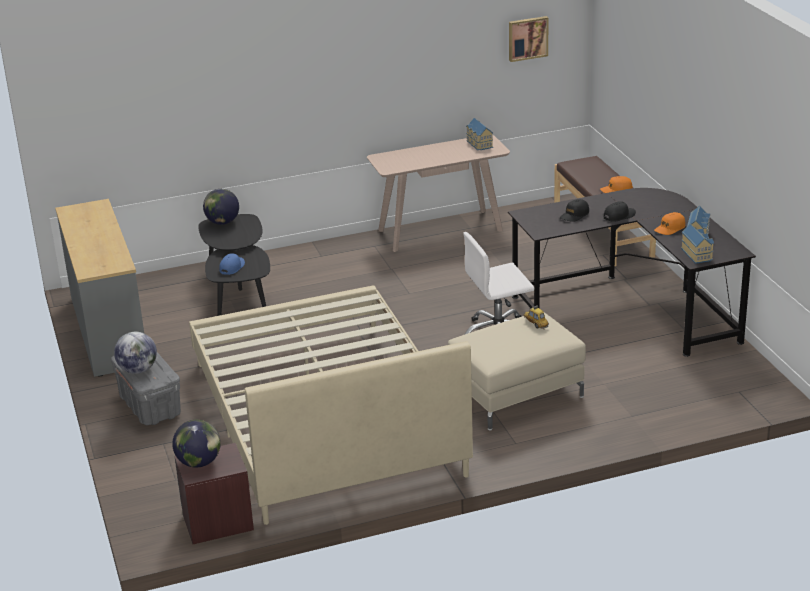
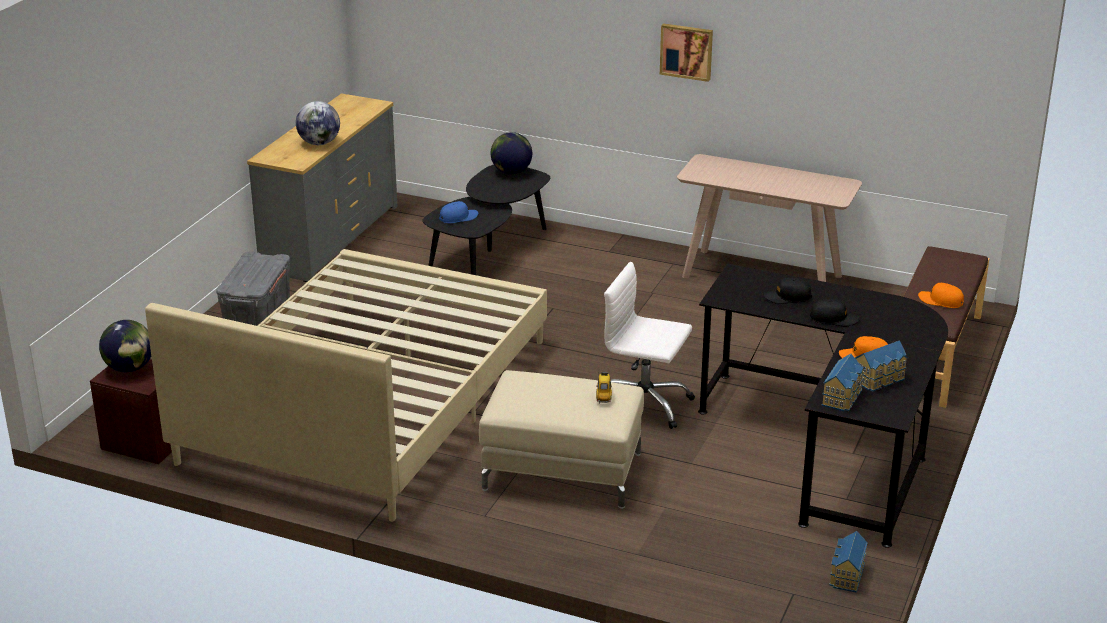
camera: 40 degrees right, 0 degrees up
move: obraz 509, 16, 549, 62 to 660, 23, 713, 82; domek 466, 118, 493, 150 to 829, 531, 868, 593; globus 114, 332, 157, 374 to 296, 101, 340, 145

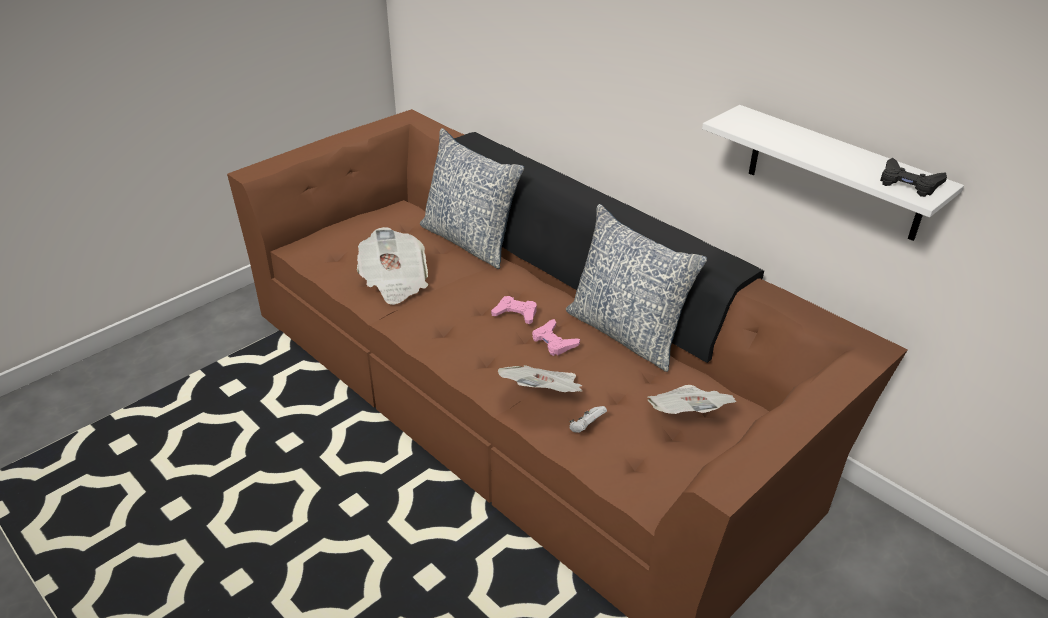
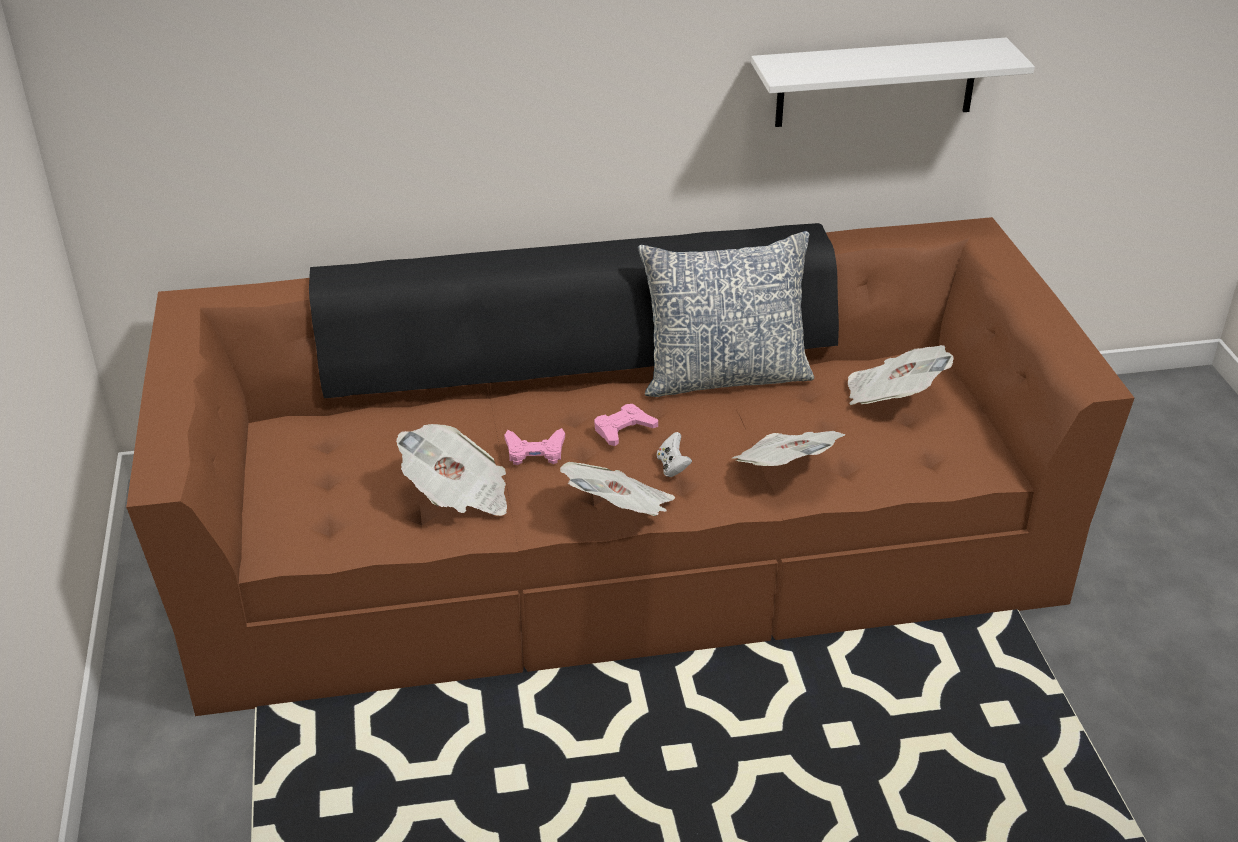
camera: 55 degrees left, 0 degrees up
delete: poduszka 420, 128, 524, 269; pad do gier [czarny] 880, 158, 947, 197
insert: gazeta 560, 462, 675, 516
move: pad do gier [różowy] 532, 319, 580, 356 to 504, 428, 565, 465; pad do gier [biały] 570, 406, 607, 433 to 657, 432, 692, 477

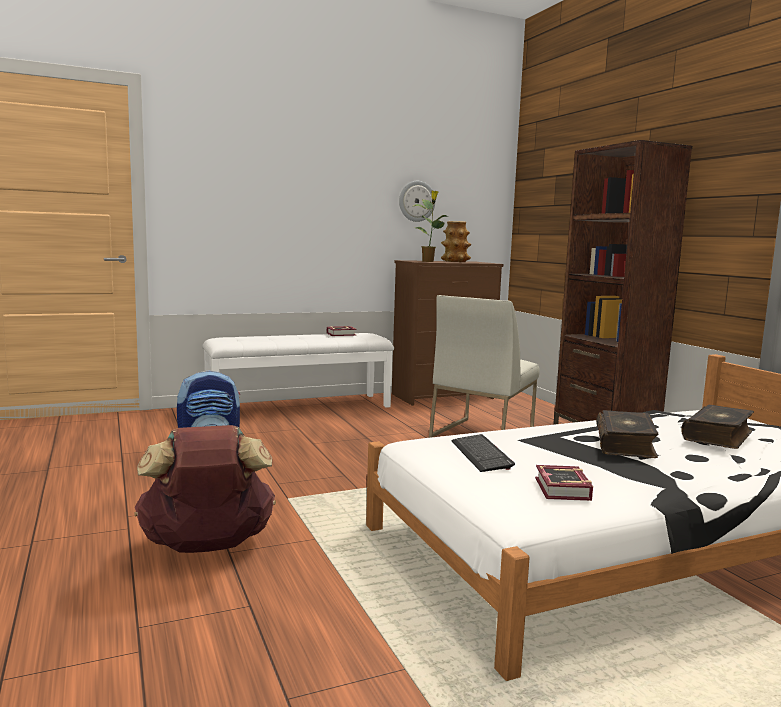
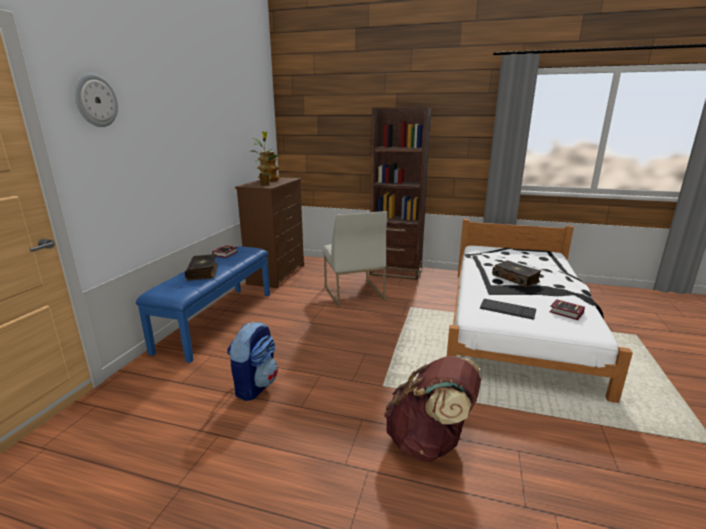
camera: 50 degrees left, 10 degrees up
move: zegar ścienny 399, 181, 435, 222 to 74, 73, 118, 127; książka 681, 405, 754, 449 to 185, 254, 218, 281
recolor: ławka [biały] 202, 333, 394, 408 to ławka [niebieski] 136, 246, 270, 363

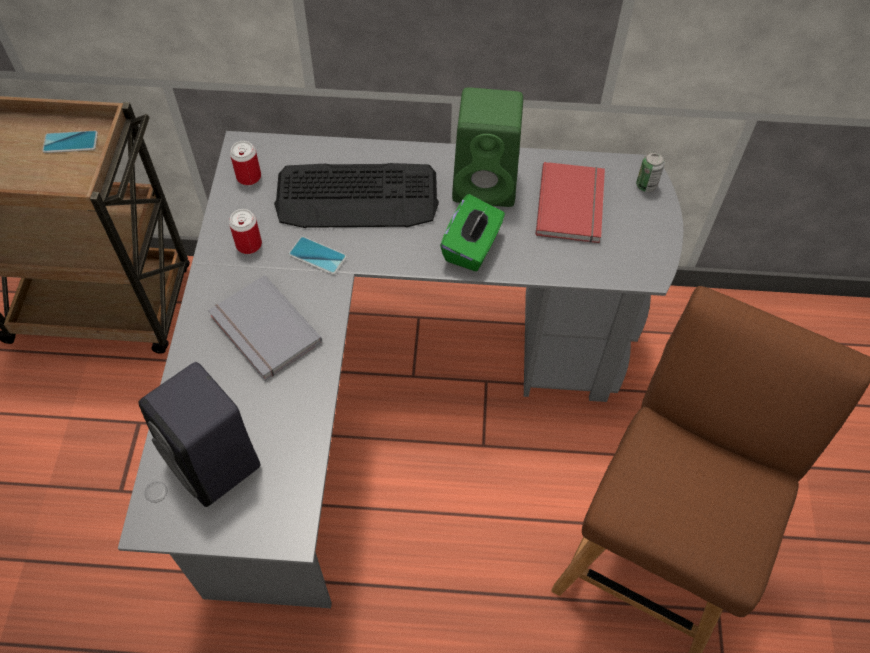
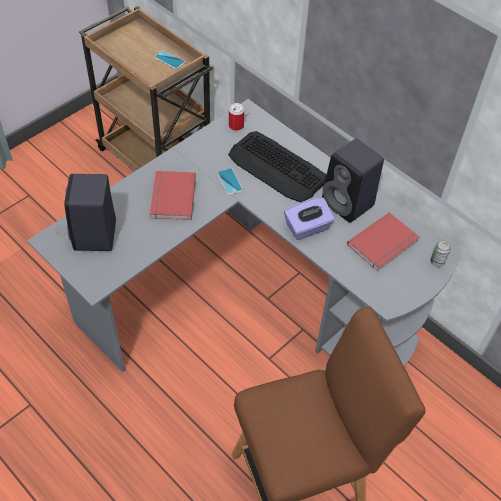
camera: 40 degrees right, 5 degrees down
delete: puszka 229, 209, 262, 254
recolor: głośnik [zielony] 452, 87, 523, 207 to głośnik [czarny] 322, 139, 384, 223; pudełko chusteczek [zielony] 440, 194, 505, 271 to pudełko chusteczek [fioletowy] 284, 197, 335, 240; książka [szary] 208, 275, 322, 380 to książka [czerwony] 150, 171, 196, 220

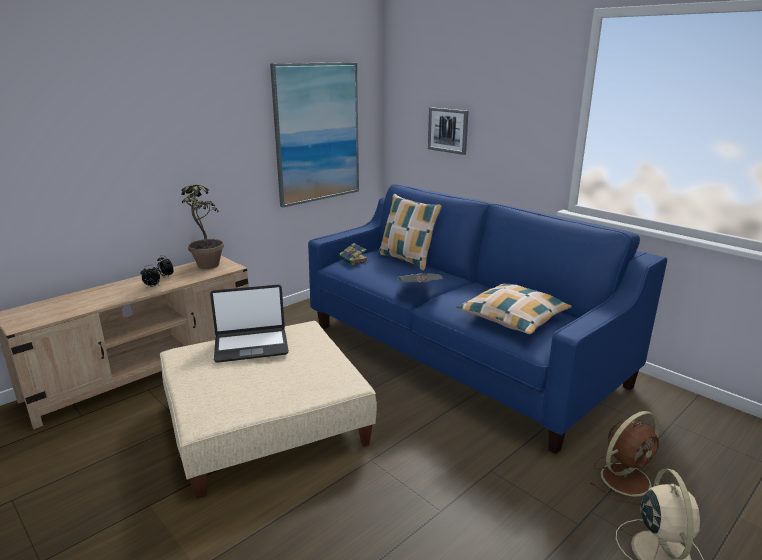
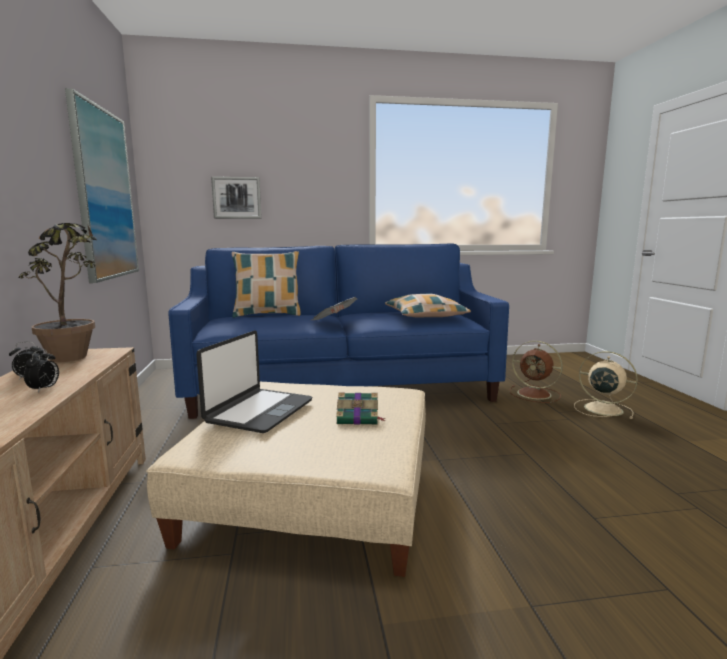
camera: 55 degrees left, 10 degrees down
move: książka 339, 243, 368, 265 to 336, 392, 386, 425
rotate: wentylator [brązowy] 590, 411, 664, 505 = 510, 341, 562, 403 120 degrees clockwise

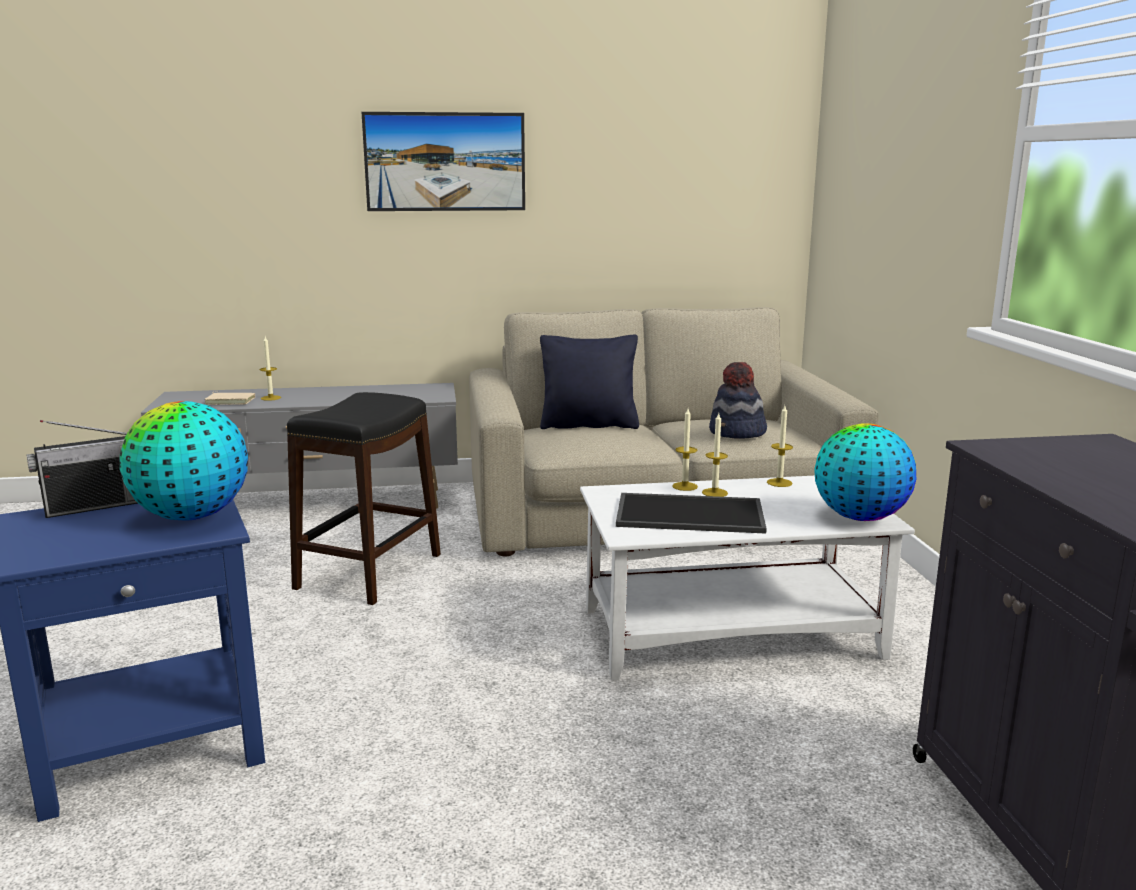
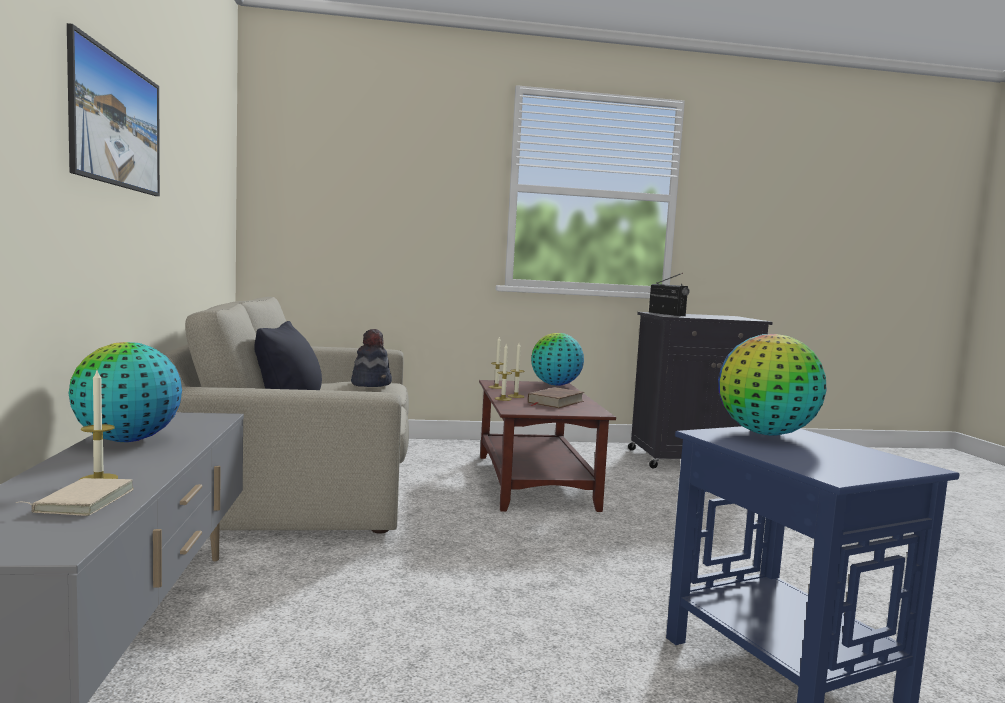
camera: 90 degrees left, 10 degrees down
delete: stołek [czarny] 287, 392, 441, 605
insert: globus 69, 342, 182, 442
move: radio 26, 420, 138, 518 to 649, 273, 690, 316
replace: taca 616, 493, 767, 534 to książka [brązowy] 528, 387, 584, 408
recolor: ława [biały] 580, 476, 915, 681 to ława [brązowy] 479, 380, 616, 512

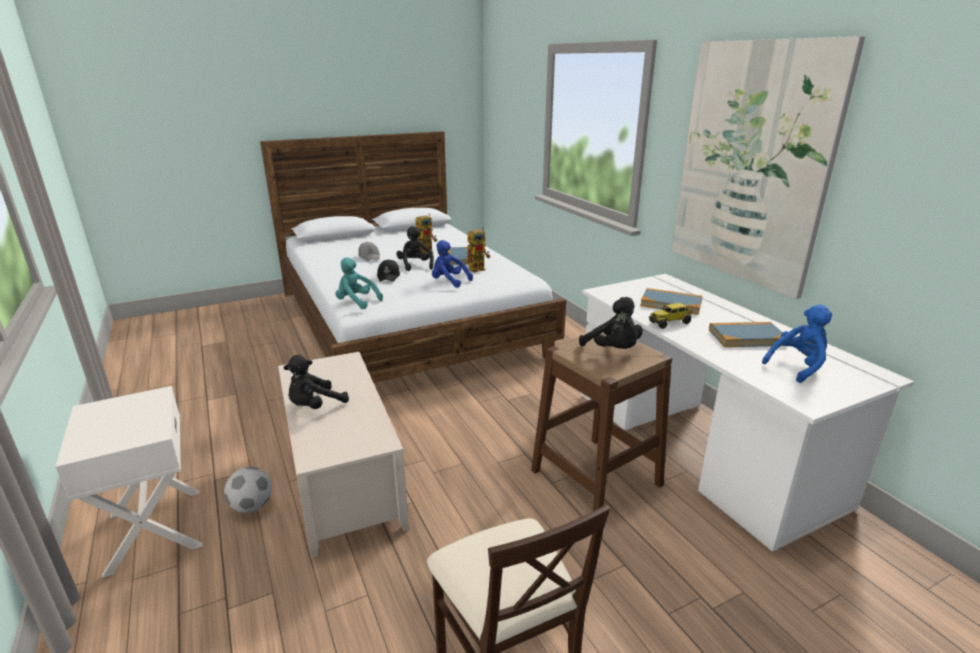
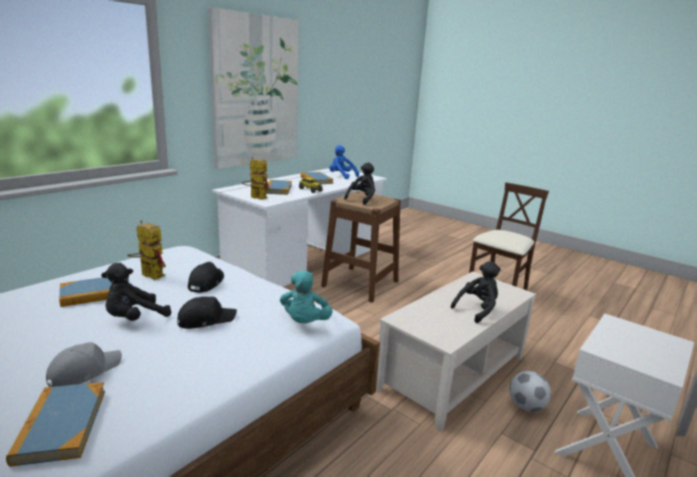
camera: 115 degrees left, 5 degrees down
insert: książka 6, 382, 105, 467
move: robot zabawkowy 415, 214, 437, 254 to 242, 157, 270, 200
replace: pluszak [niebieski] 432, 240, 473, 288 to czapka z daszkiem [czarny] 188, 262, 224, 293
rotate: pluszak [czarny] 284, 355, 349, 409 = 450, 261, 501, 323 60 degrees counterclockwise

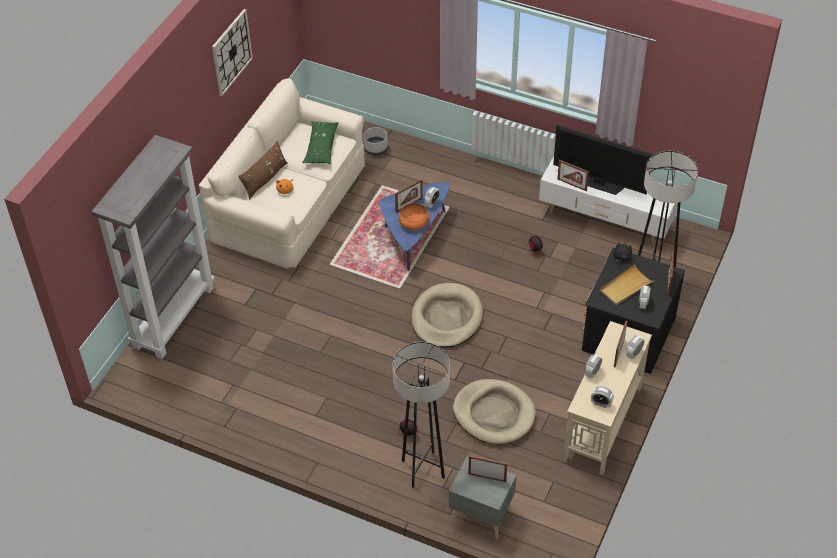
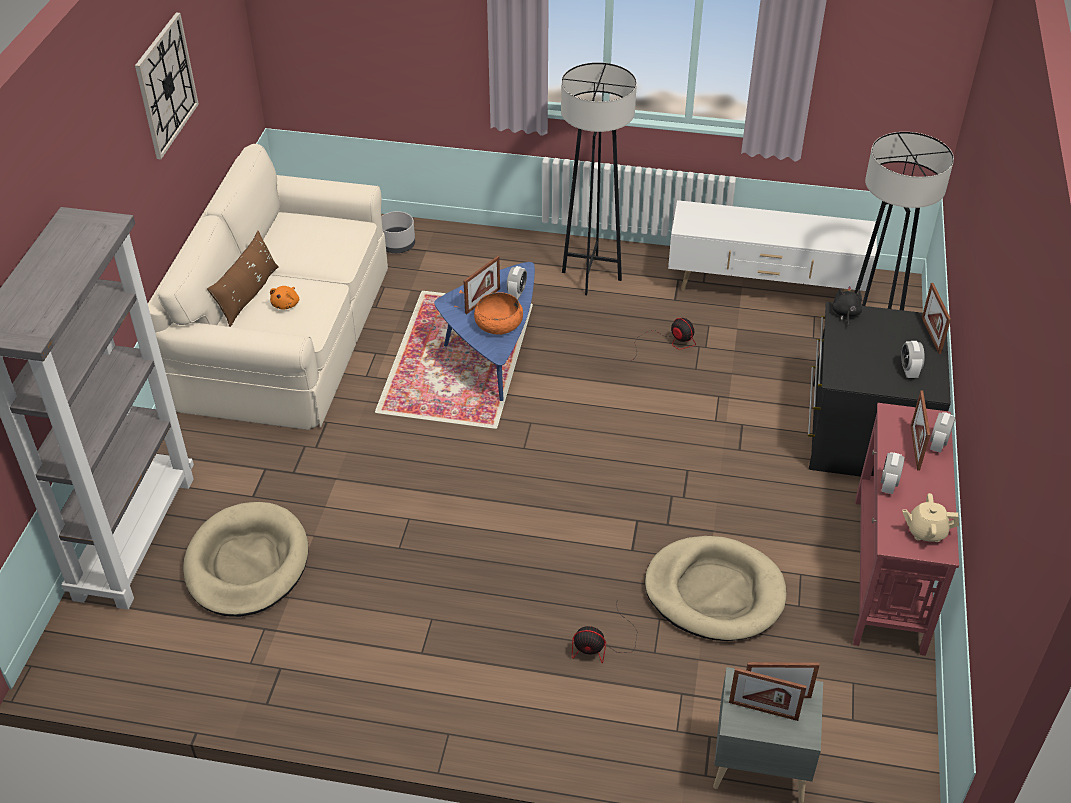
camera: 15 degrees left, 5 degrees down
delete: poduszka [zielony] 302, 121, 339, 164; telewizor 553, 125, 653, 195; taca [beżowy] 600, 265, 653, 305
move: ramka na zdjęcie 557, 160, 589, 191 to 729, 668, 807, 721; legowisko [beżowy] 411, 283, 483, 348 to 183, 502, 309, 617; lampa stojąca [szary] 393, 342, 450, 488 to 561, 62, 637, 295
replace: budzik 591, 386, 614, 408 to imbryk [beżowy] 902, 493, 959, 542
recolor: stolik konsolowy [beżowy] 563, 321, 652, 475 to stolik konsolowy [czerwony] 853, 403, 959, 656

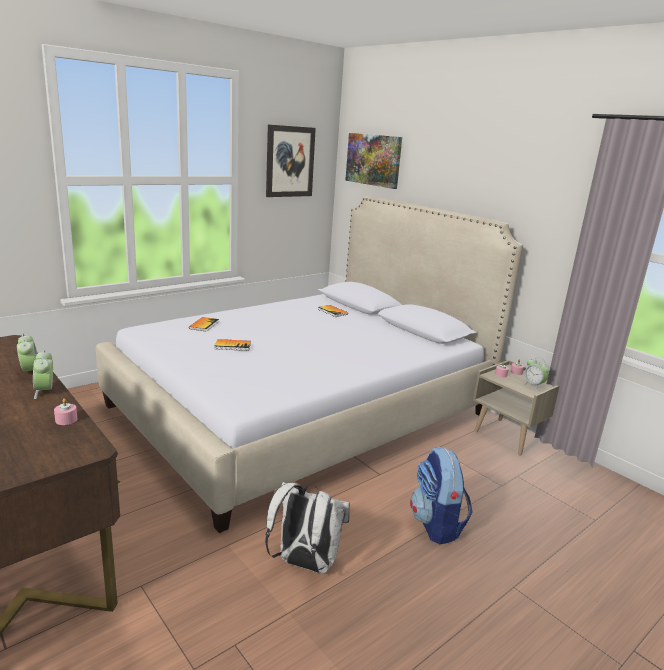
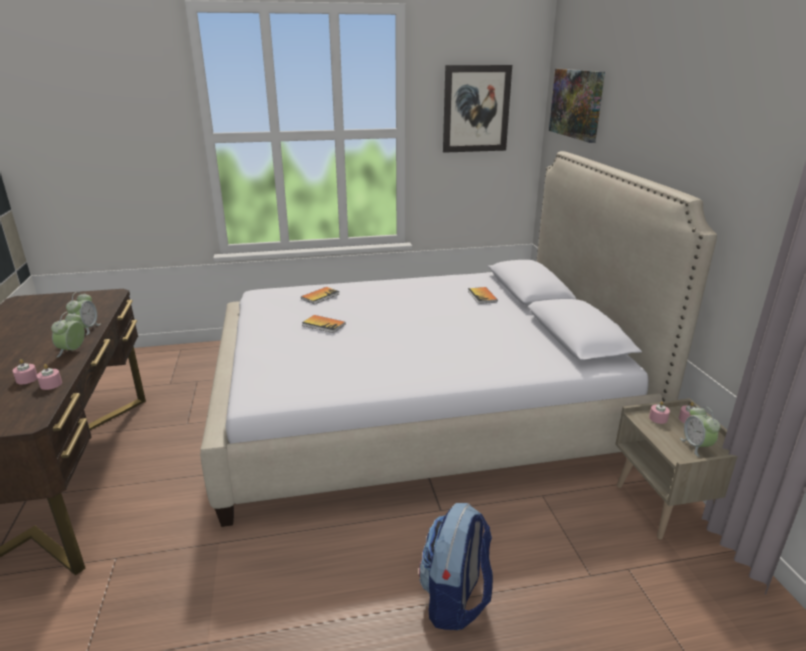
camera: 30 degrees right, 5 degrees up
delete: plecak [biały] 265, 482, 350, 573
insert: świeca [różowy] 12, 359, 37, 384

